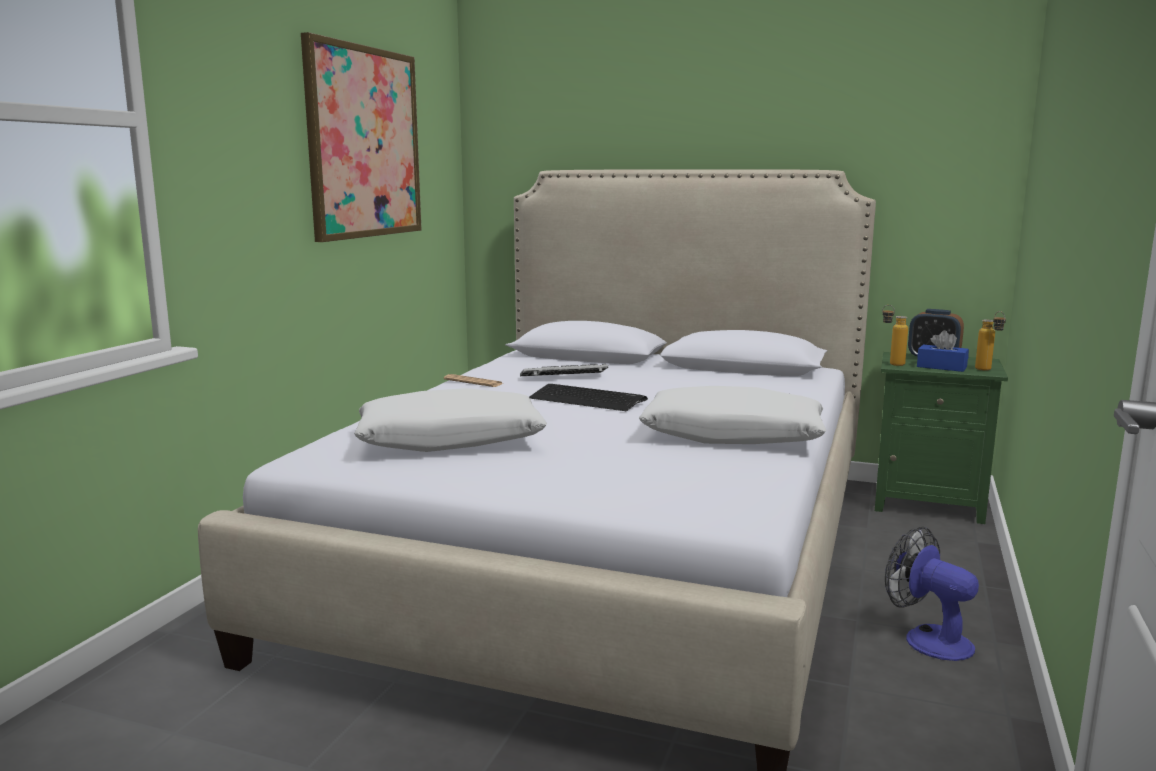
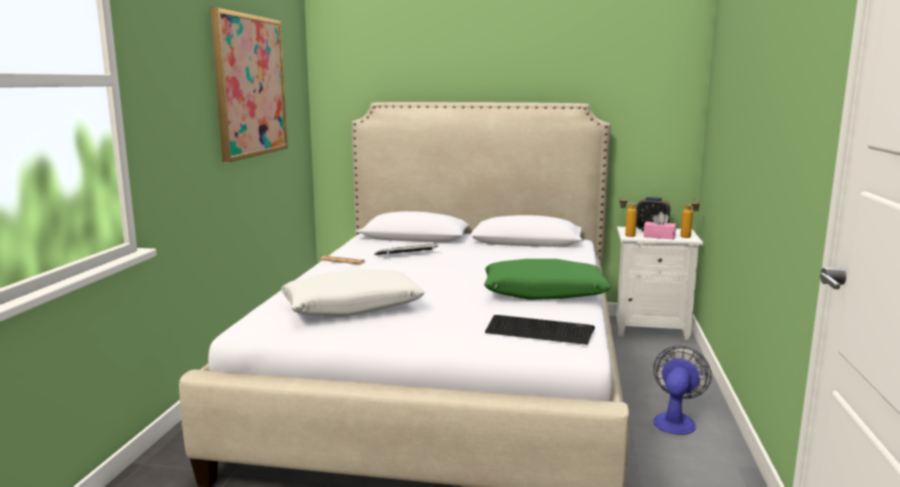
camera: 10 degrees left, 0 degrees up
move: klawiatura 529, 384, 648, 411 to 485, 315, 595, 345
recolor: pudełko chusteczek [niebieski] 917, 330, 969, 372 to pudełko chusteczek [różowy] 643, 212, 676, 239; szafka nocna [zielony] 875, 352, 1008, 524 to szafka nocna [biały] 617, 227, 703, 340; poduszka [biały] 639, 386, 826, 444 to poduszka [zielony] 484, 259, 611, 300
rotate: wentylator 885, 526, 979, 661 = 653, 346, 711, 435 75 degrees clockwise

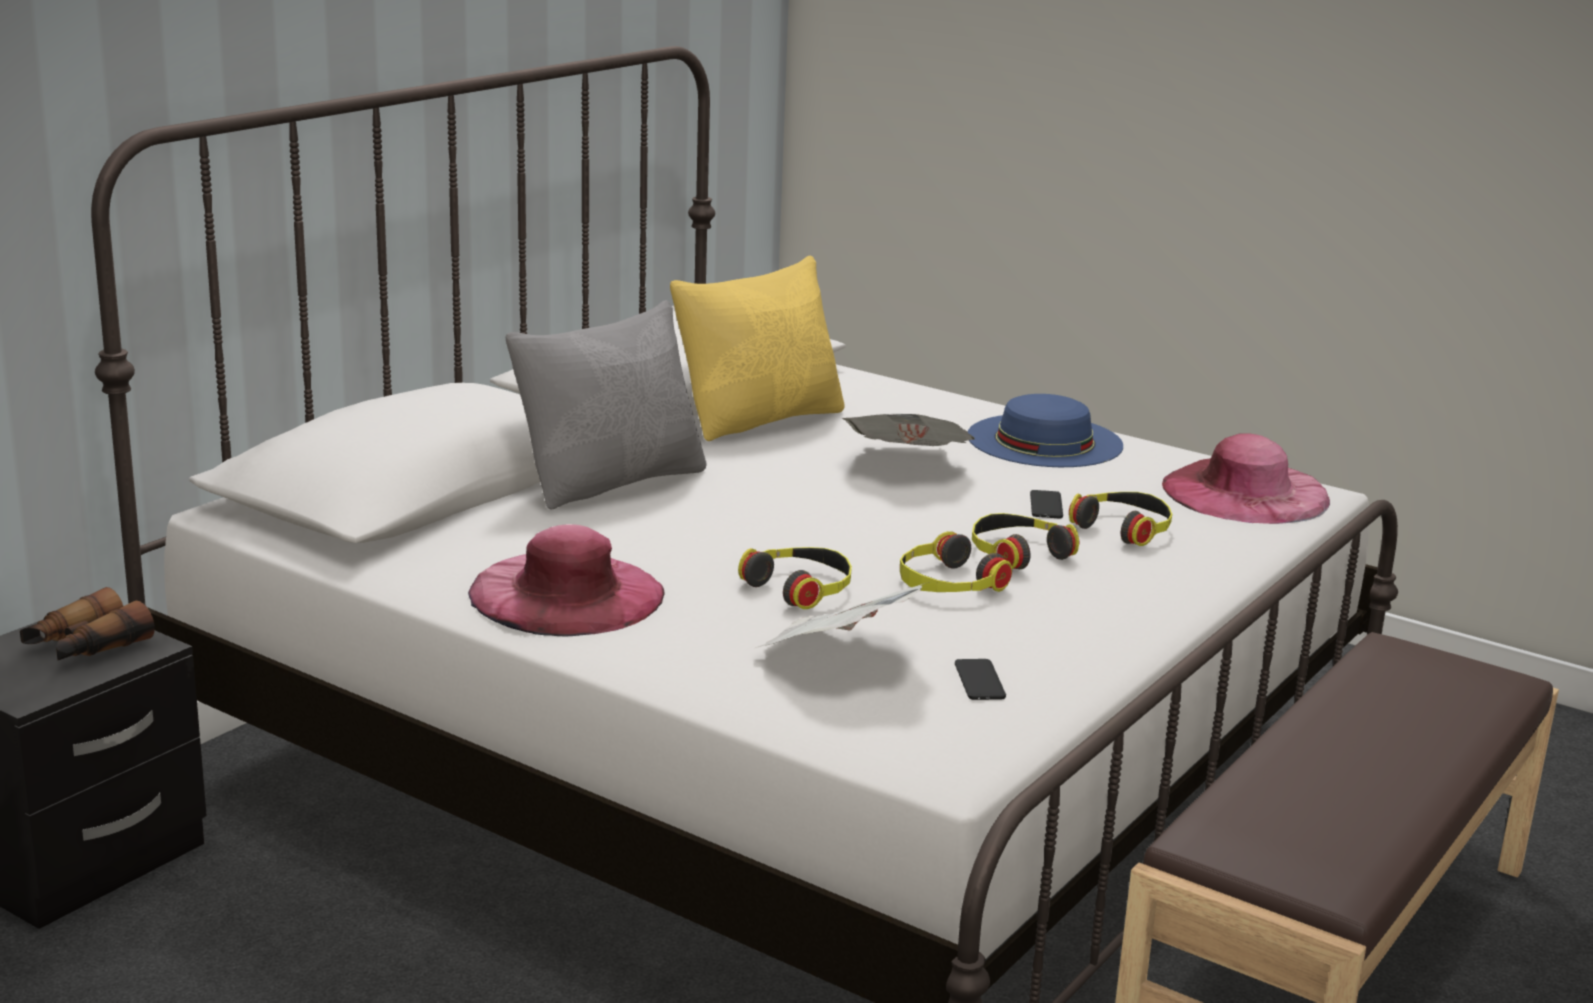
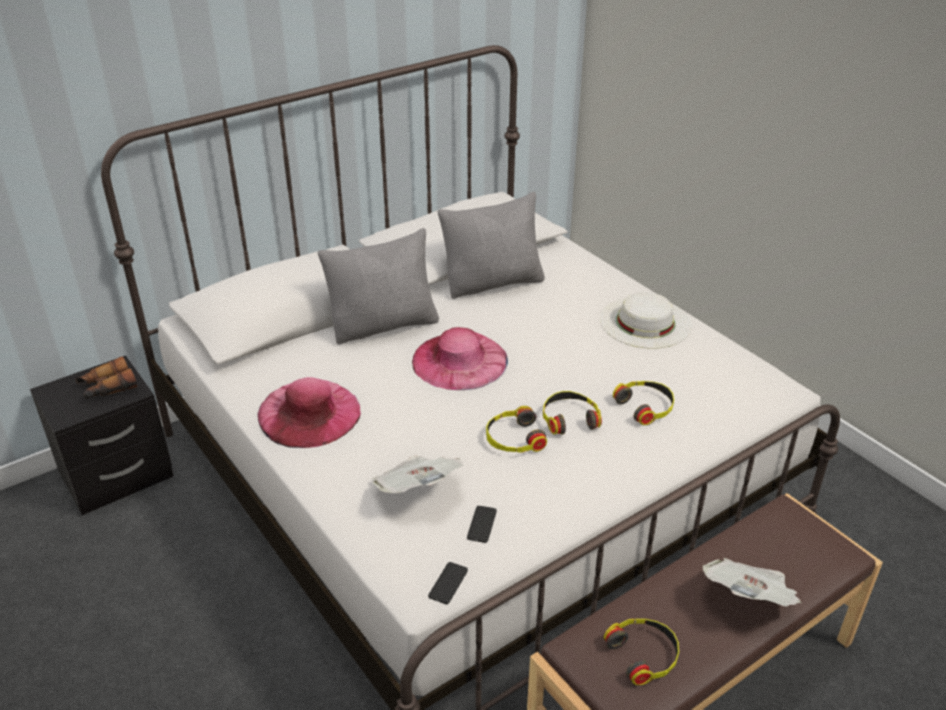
camera: 20 degrees right, 15 degrees up
move: gazeta 842, 414, 975, 446 to 702, 558, 802, 607; kapelusz [różowy] 1162, 433, 1330, 524 to 412, 327, 508, 390; telefon 1030, 490, 1063, 518 to 428, 562, 468, 604; słuchawki 738, 547, 852, 609 to 604, 619, 679, 685
recolor: poduszka [żółty] 670, 255, 845, 441 to poduszka [szary] 438, 192, 545, 299; kapelusz [niebieski] 968, 394, 1123, 467 to kapelusz [biały] 600, 292, 692, 349

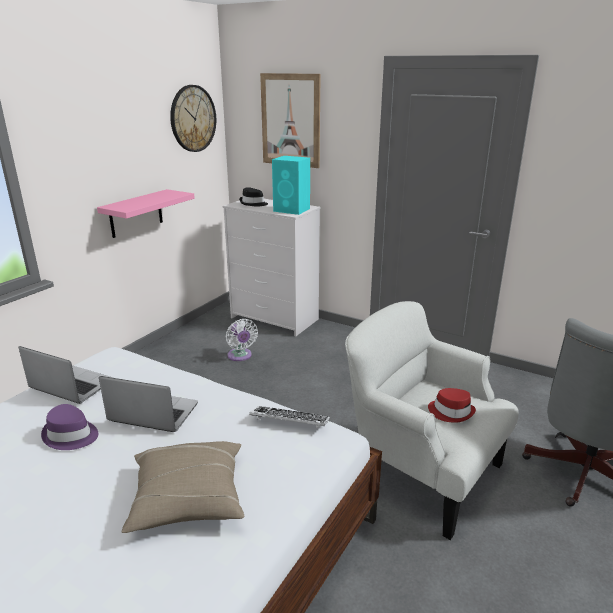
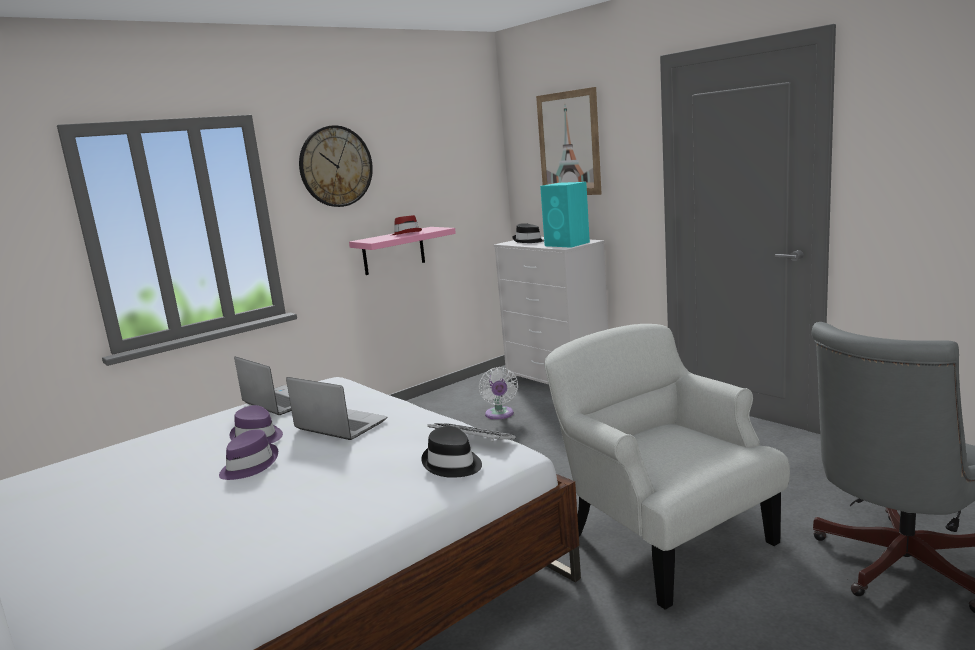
camera: 20 degrees right, 10 degrees down
delete: poduszka [beżowy] 122, 441, 244, 533
insert: kapelusz [czarny] 421, 426, 482, 478; kapelusz [fioletowy] 219, 429, 278, 480
move: zegar ścienny 170, 85, 216, 152 to 299, 125, 373, 207; kapelusz [czerwony] 428, 388, 476, 423 to 392, 215, 422, 235

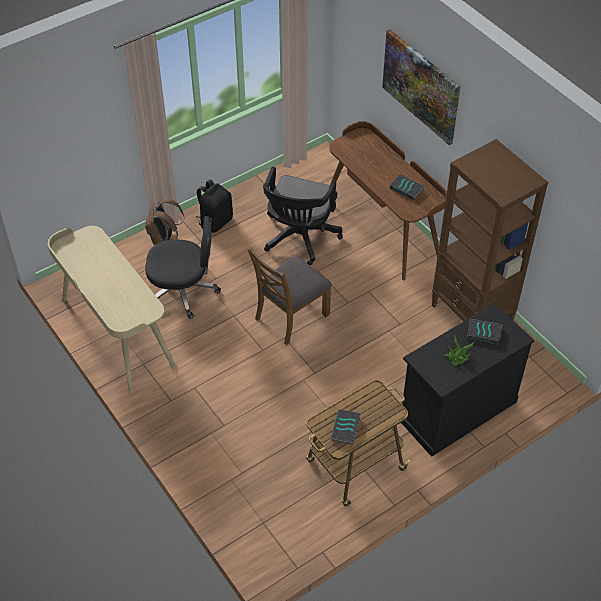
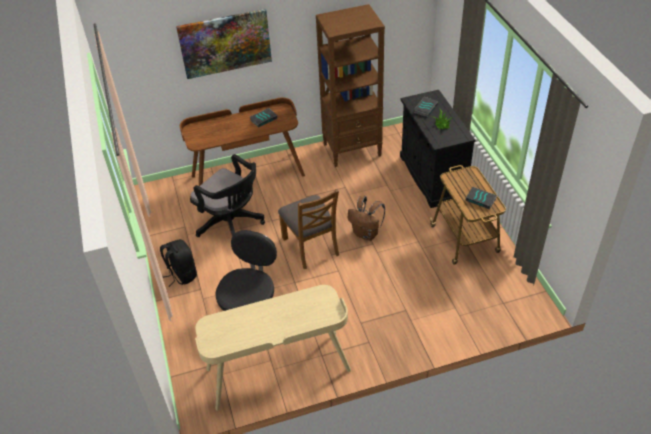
camera: 70 degrees left, 5 degrees down
move: plecak [brązowy] 145, 199, 184, 245 to 348, 195, 385, 241

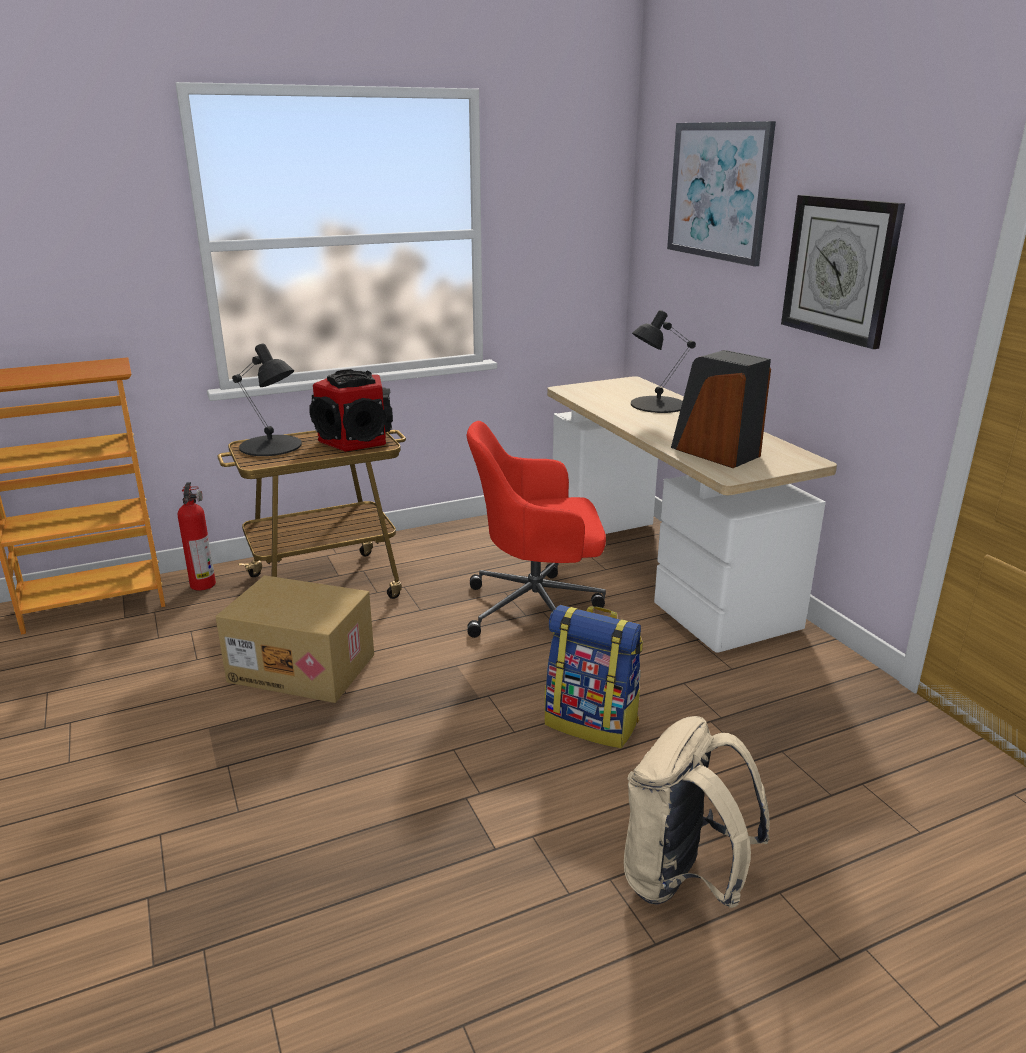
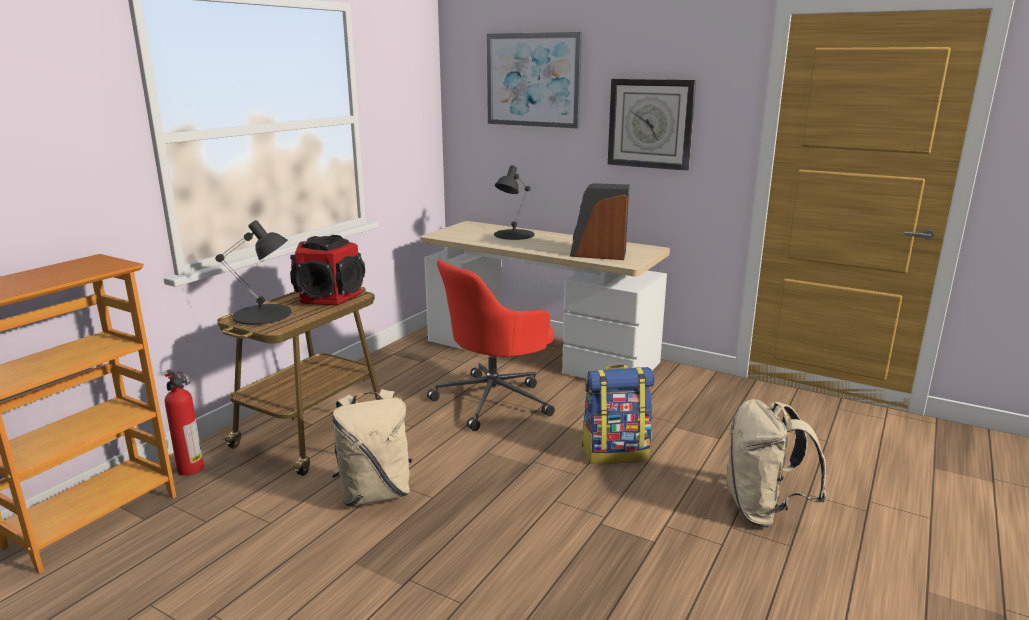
camera: 35 degrees left, 5 degrees down
replace: karton 215, 575, 374, 703 to plecak [beżowy] 332, 389, 412, 506

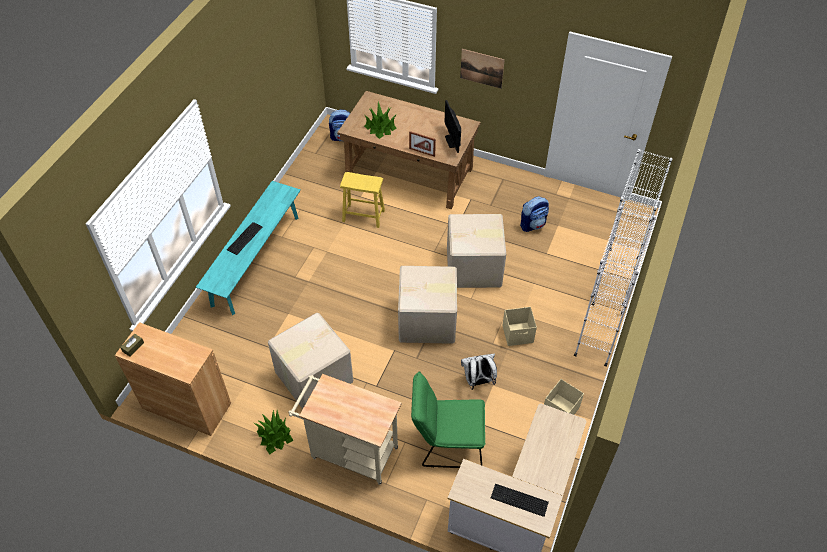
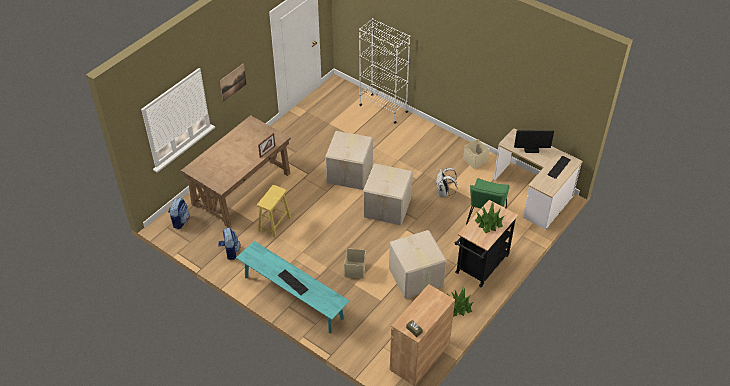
camera: 75 degrees left, 5 degrees down
delete: regał [biały] 574, 206, 656, 367
move: monitor 445, 100, 461, 153 to 514, 130, 554, 153; roślina doniczkowa 364, 102, 397, 139 to 475, 201, 504, 233; plecak 520, 196, 549, 232 to 218, 228, 241, 260; pojemnik do przechowywania [beżowy] 502, 307, 537, 346 to 344, 248, 366, 279
recolor: wózek [beżowy] 288, 374, 402, 485 to wózek [czarny] 454, 200, 518, 287

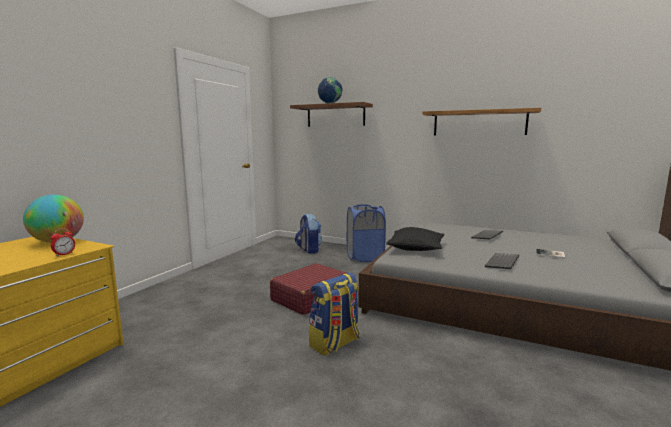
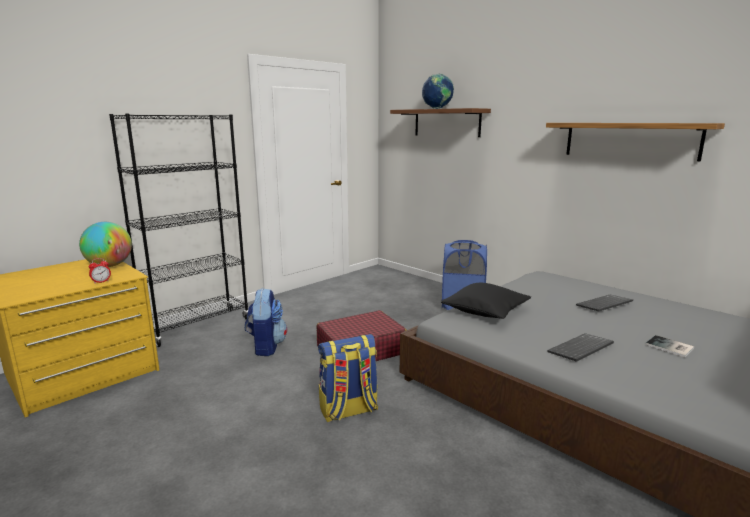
camera: 20 degrees right, 5 degrees up
insert: regał [czarny] 109, 114, 248, 347
move: plecak 295, 213, 322, 254 to 245, 288, 287, 356

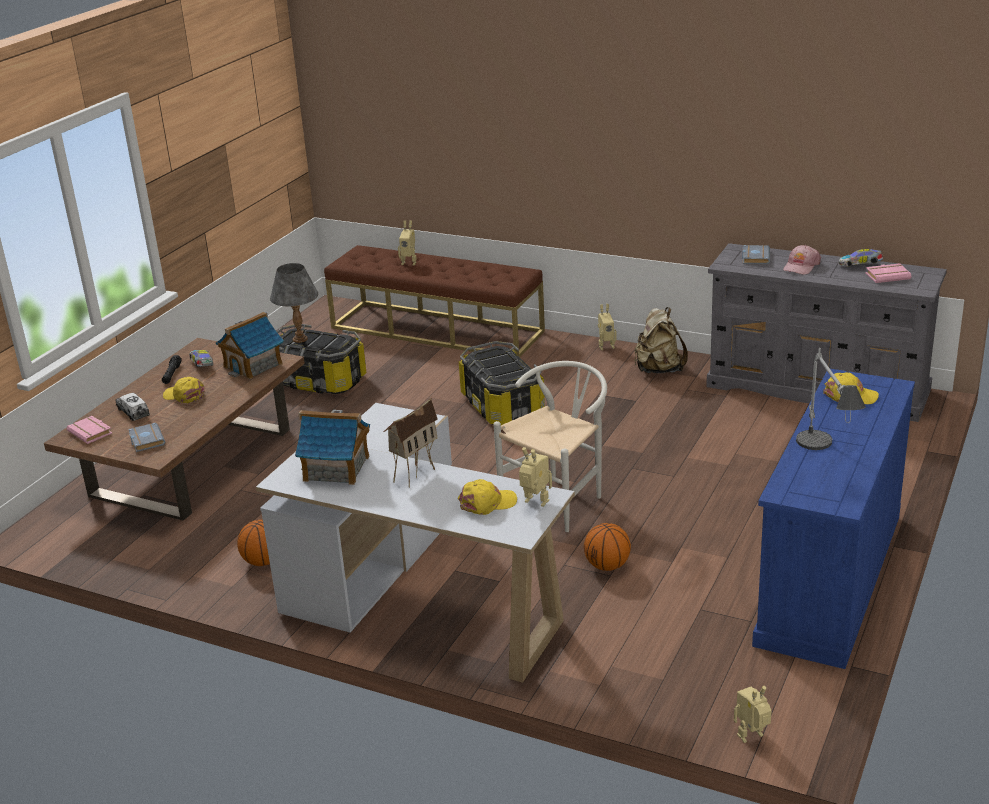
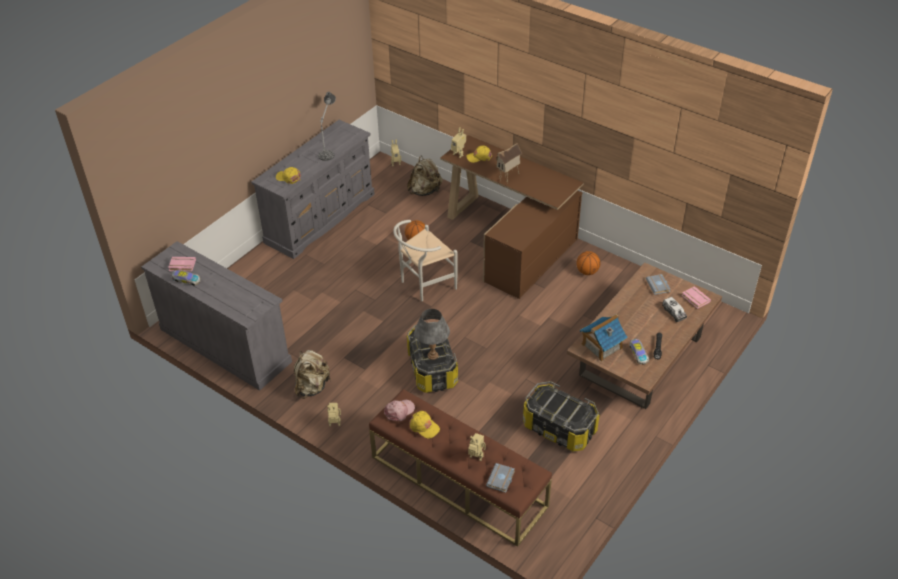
camera: 170 degrees left, 15 degrees up
delete: domek 295, 410, 370, 485
insert: plecak [beżowy] 407, 156, 443, 196
move: książka [szary] 742, 245, 770, 264 to 486, 463, 515, 493; czapka z daszkiem [różowy] 783, 245, 821, 274 to 384, 400, 415, 421; lampa stołowa [szary] 270, 263, 318, 343 to 414, 309, 450, 360; czapka z daszkiem [żółty] 163, 377, 205, 403 to 410, 411, 440, 439
recolor: komoda [niebieski] 752, 369, 915, 669 to komoda [szary] 251, 120, 375, 259; biurko [biały] 256, 403, 575, 683 to biurko [brązowy] 440, 135, 584, 299

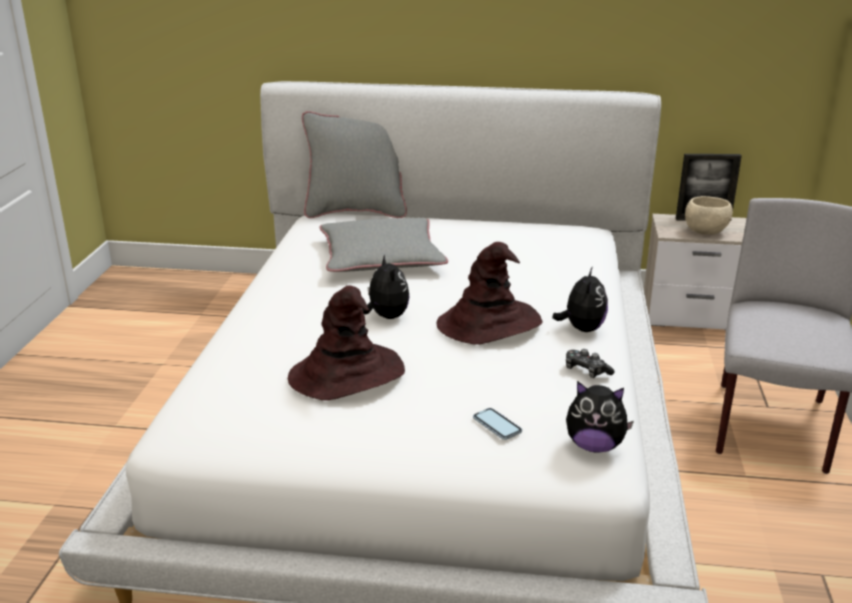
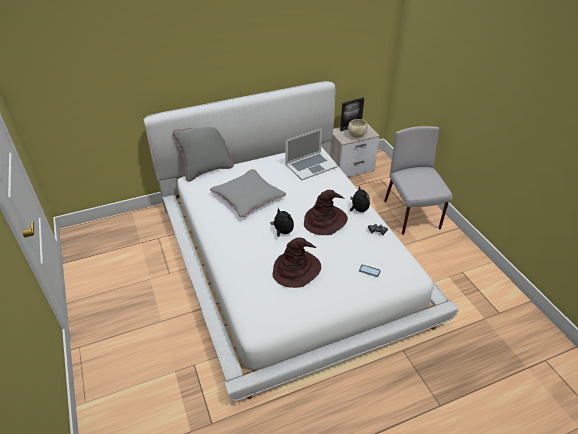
camera: 30 degrees left, 15 degrees up
delete: pluszak 566, 381, 634, 453
insert: laptop 285, 128, 338, 180

